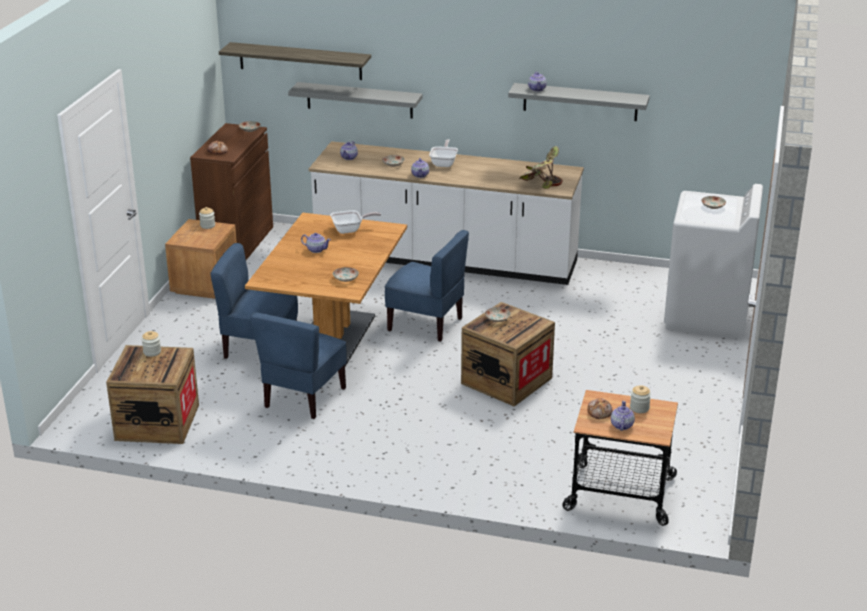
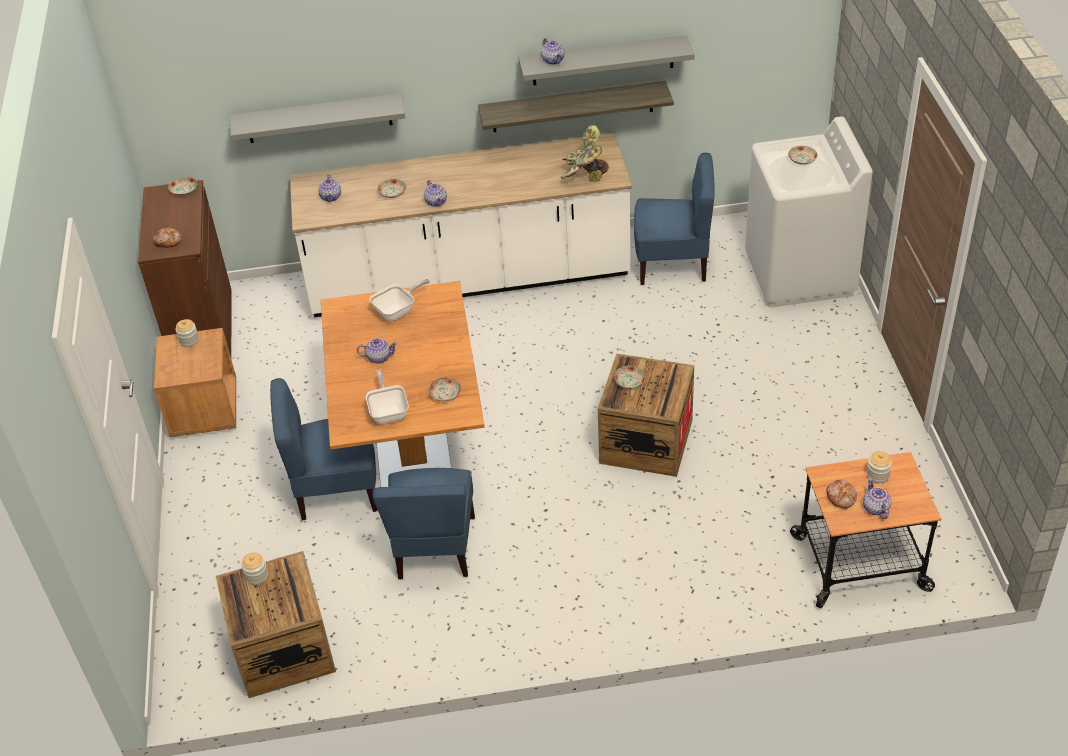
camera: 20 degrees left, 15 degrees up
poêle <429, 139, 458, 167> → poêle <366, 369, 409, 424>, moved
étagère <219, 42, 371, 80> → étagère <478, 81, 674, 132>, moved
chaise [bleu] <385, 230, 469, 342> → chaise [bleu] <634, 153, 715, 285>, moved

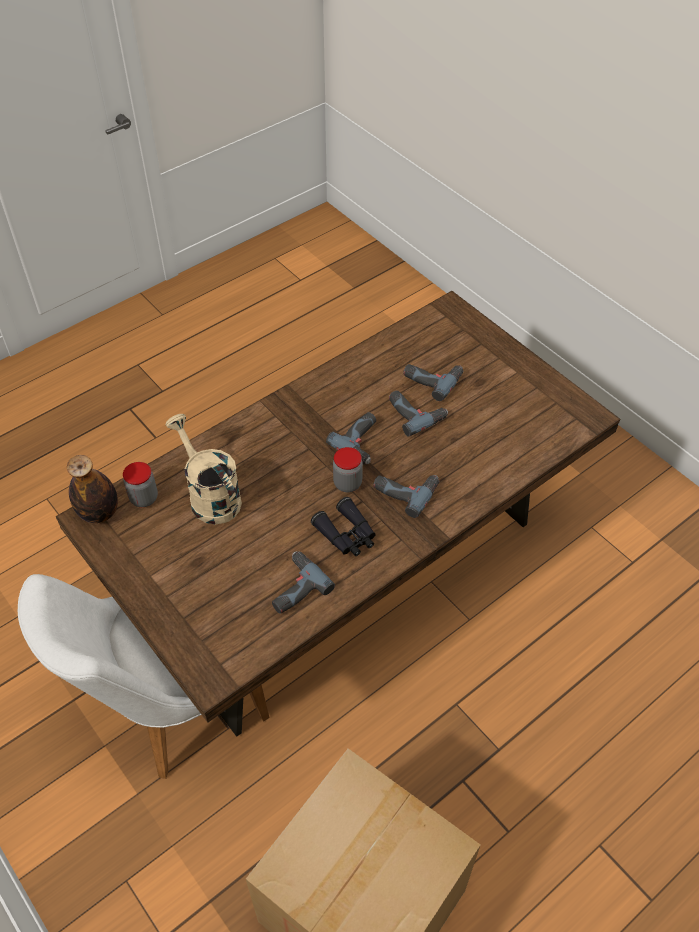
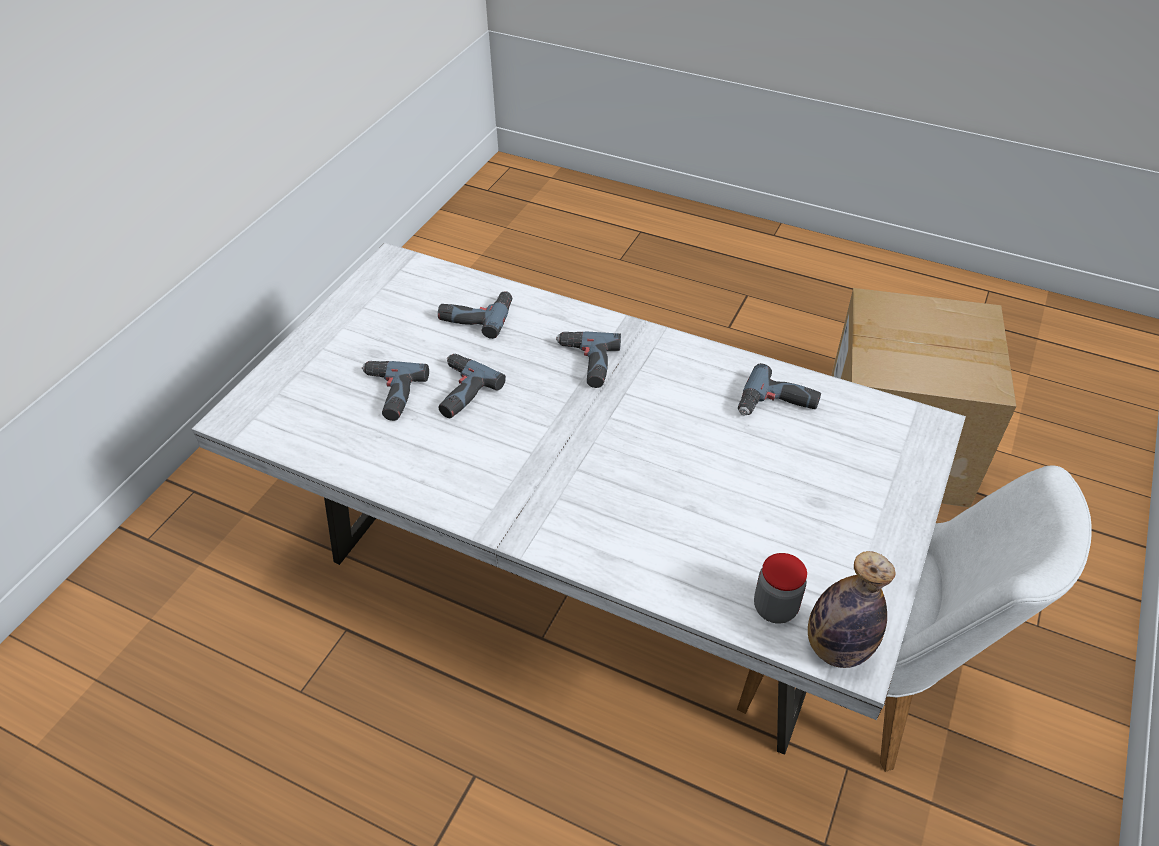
camera: 115 degrees left, 5 degrees down
table à manger [marron] <56, 291, 620, 737> → table à manger [blanc] <192, 243, 966, 755>
perceuse <326, 412, 376, 465> → perceuse <438, 291, 512, 339>, moved
arrosoir [beige] <166, 414, 242, 524> → -
jumelles [noir] <311, 497, 376, 556> → -
bocal <333, 447, 363, 492> → -

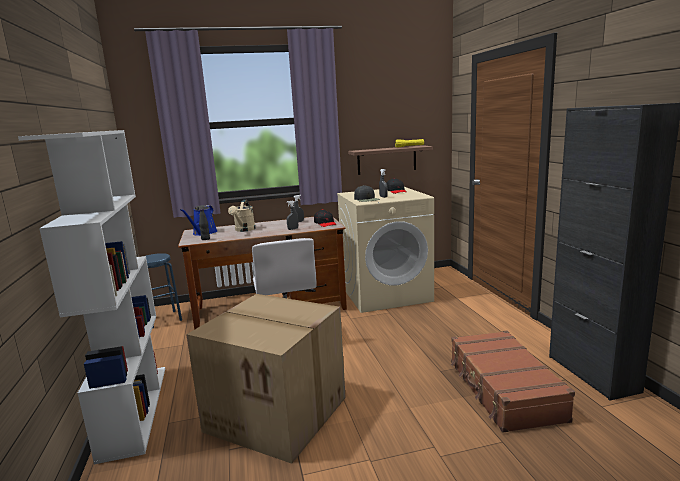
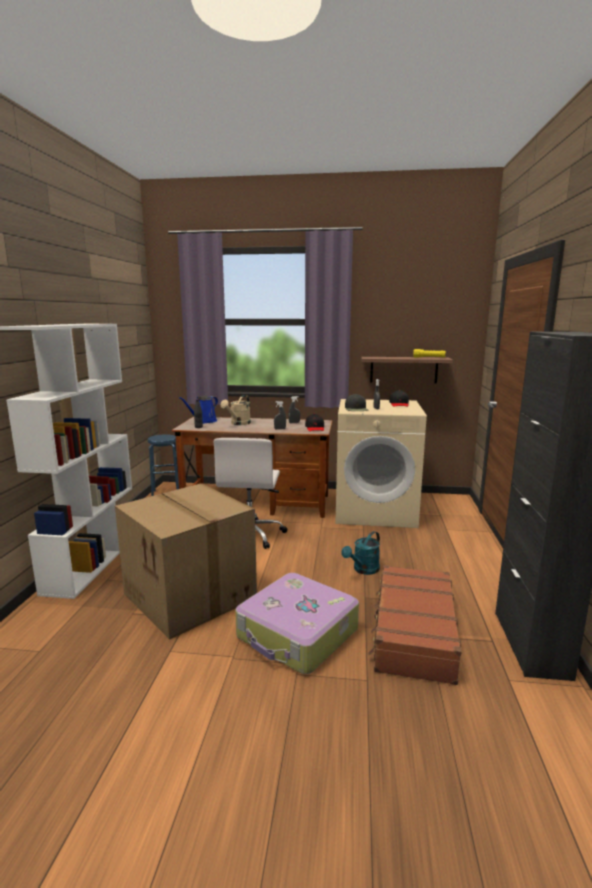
camera: 20 degrees right, 0 degrees up
- → valise <235, 573, 359, 674>
- → arrosoir [turquoise] <341, 531, 380, 575>

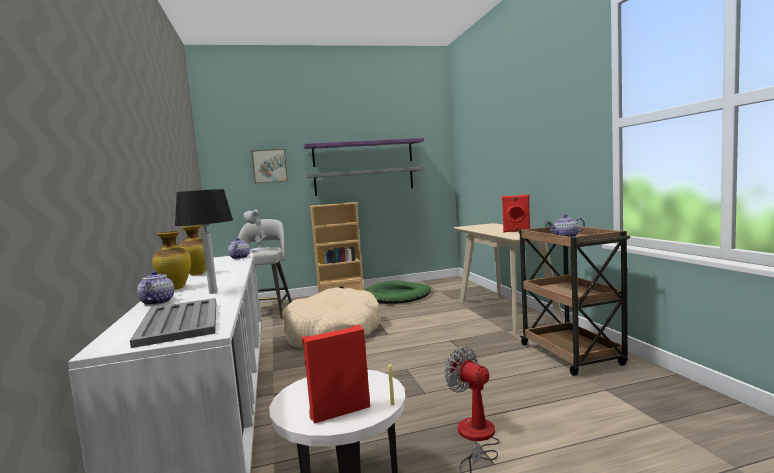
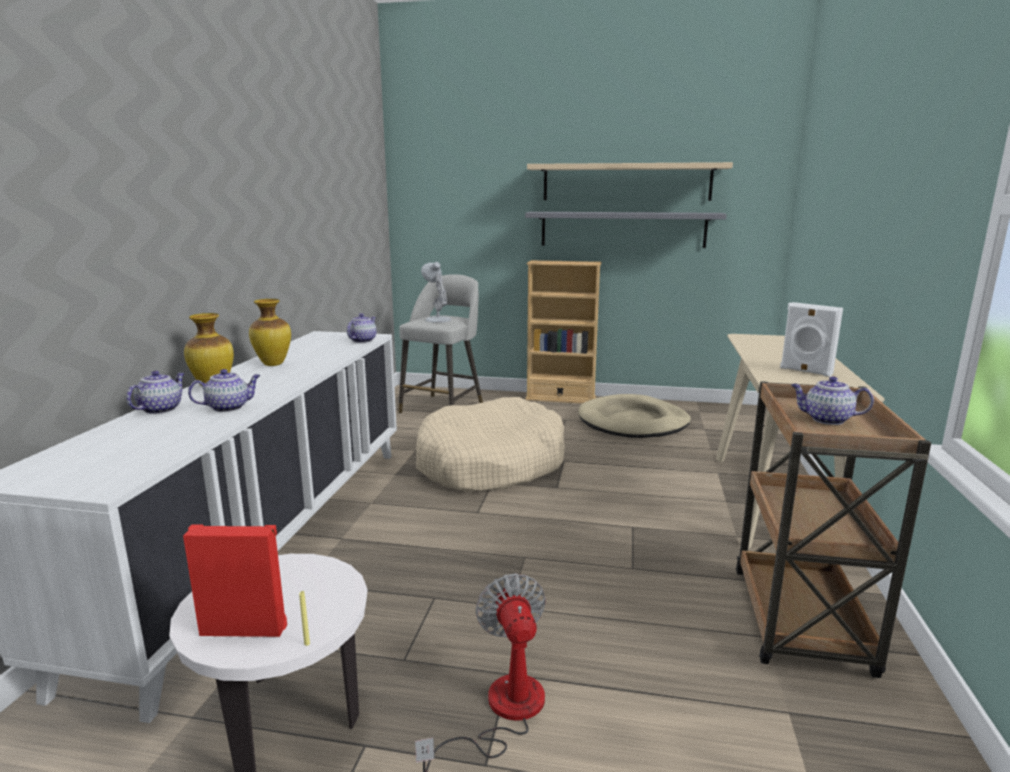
camera: 25 degrees right, 10 degrees up
lampe de table <175, 189, 233, 294> → théière <188, 369, 260, 412>
étagère [violet] <303, 138, 424, 167> → étagère [beige] <527, 162, 733, 201>
panier pour chien [vert] <365, 280, 431, 304> → panier pour chien [beige] <578, 394, 691, 438>
enceinte [rouge] <502, 195, 531, 232> → enceinte [blanc] <780, 302, 843, 377>
plateau [gris] <130, 298, 216, 348> → -
tableau <251, 149, 288, 183> → -

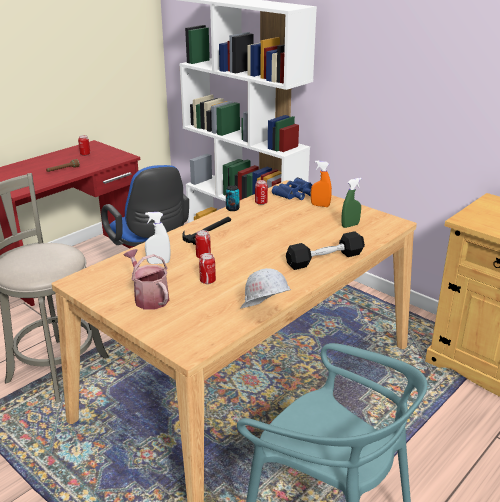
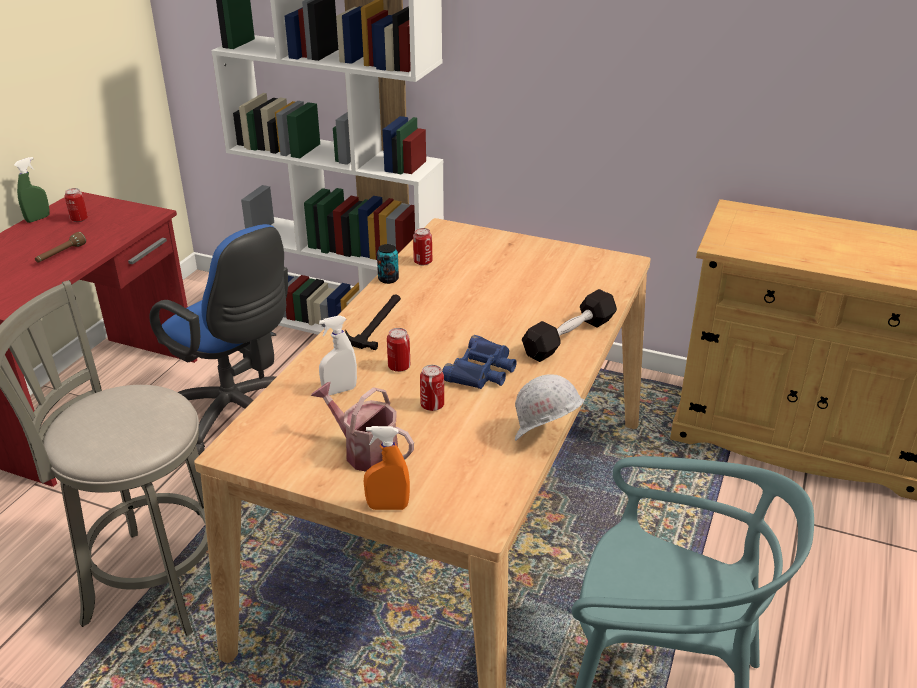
camera: 20 degrees left, 5 degrees up
vaporisateur [vert] <341, 178, 362, 228> → vaporisateur [vert] <14, 157, 50, 223>, moved
vaporisateur [orange] <311, 161, 332, 207> → vaporisateur [orange] <364, 426, 410, 510>, moved
jumelles [bleu] <272, 177, 312, 200> → jumelles [bleu] <442, 335, 517, 389>, moved

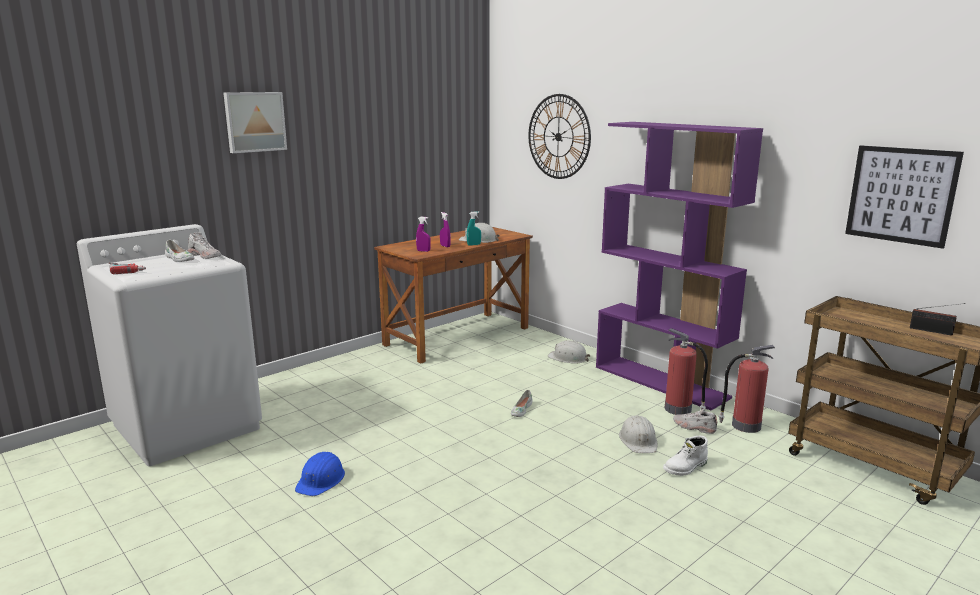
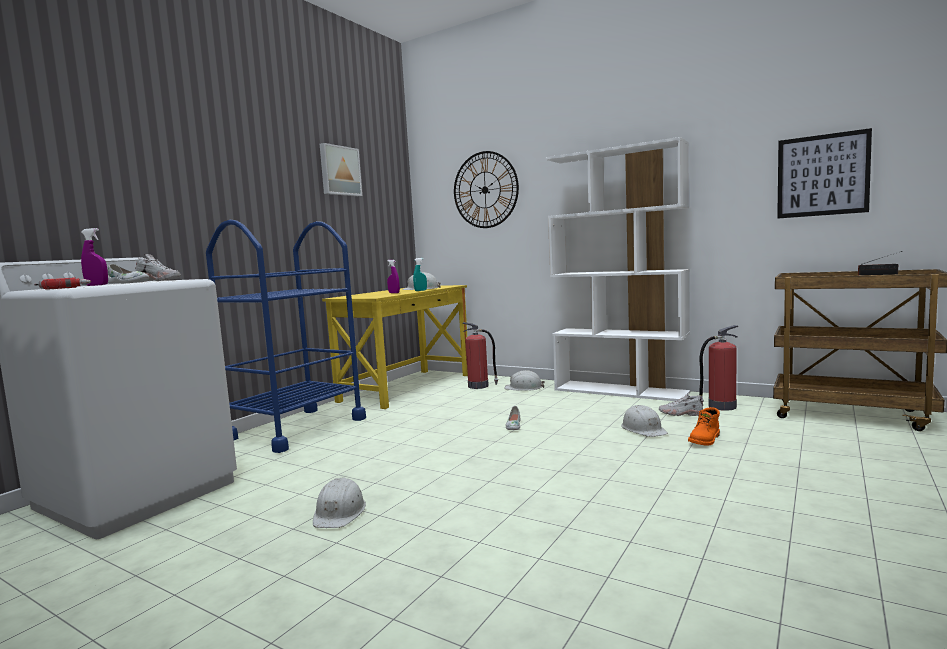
camera: 15 degrees left, 10 degrees down
vaporisateur [violet] <416, 217, 431, 252> → vaporisateur [violet] <81, 228, 108, 286>, moved
- → chariot [bleu] <206, 220, 366, 453>
casque de chantier [bleu] <295, 452, 345, 496> → casque de chantier [blanc] <313, 478, 366, 528>
tableau <223, 92, 287, 153> → tableau <320, 143, 362, 196>, moved
bureau [marron] <374, 227, 533, 363> → bureau [jaune] <322, 285, 468, 409>
extincteur <665, 328, 708, 415> → extincteur <462, 322, 498, 389>, moved
bibliothèque [violet] <596, 122, 763, 410> → bibliothèque [blanc] <546, 137, 690, 401>
botte [blanc] <663, 436, 708, 476> → botte [orange] <688, 407, 720, 446>

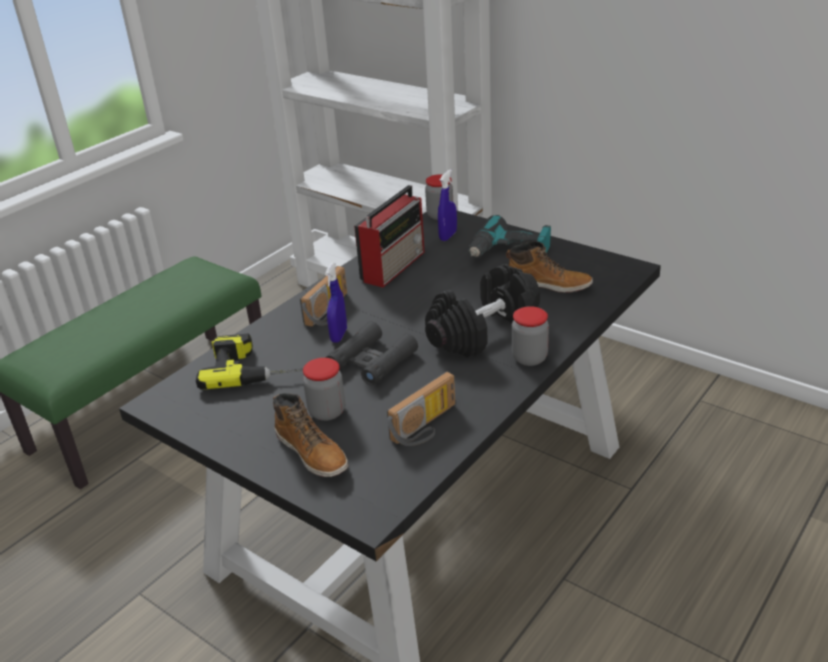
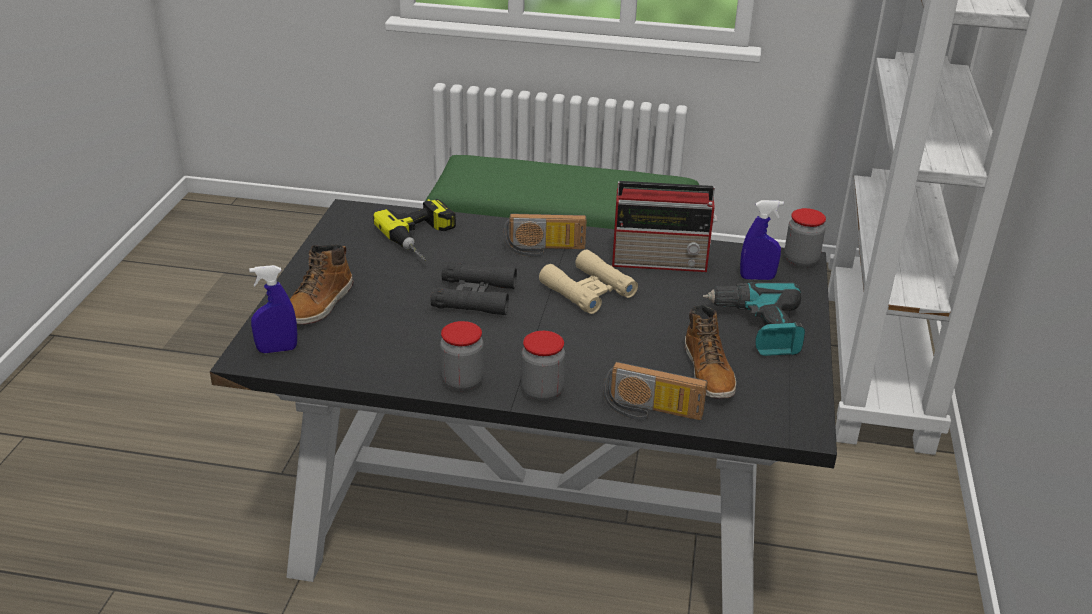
camera: 60 degrees right, 0 degrees up
vaporisateur [bleu] <325, 263, 347, 343> → vaporisateur [bleu] <249, 265, 297, 353>, moved
bocal <303, 358, 345, 421> → bocal <440, 321, 484, 391>, moved
- → jumelles [beige] <539, 249, 638, 314>
radio <387, 371, 455, 446> → radio <603, 362, 708, 420>, moved
haltère [noir] <425, 264, 540, 358> → -

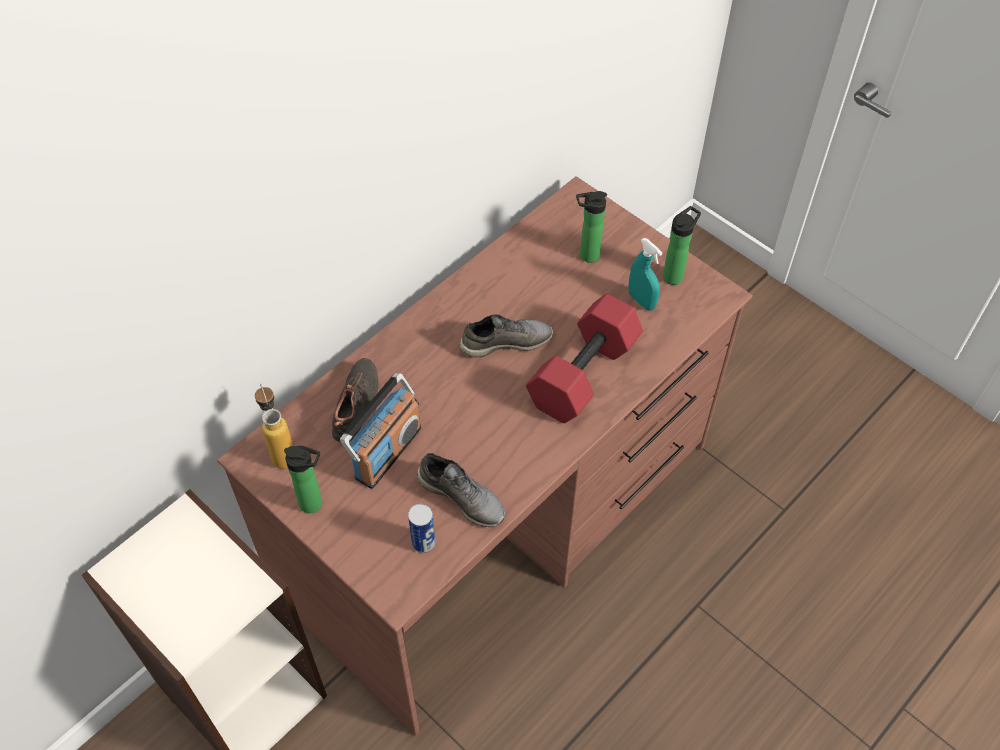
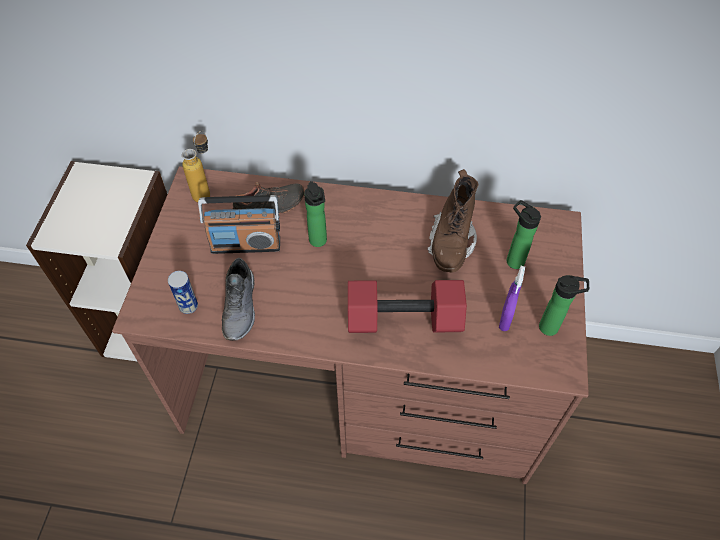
camera: 55 degrees right, 0 degrees up
bouteille <284, 445, 322, 514> → bouteille <304, 181, 327, 247>, moved
- → botte [marron] <427, 169, 479, 273>
vaporisateur [turquoise] <628, 238, 662, 311> → vaporisateur [violet] <499, 266, 525, 331>
chaussure [gris] <460, 314, 553, 358> → -

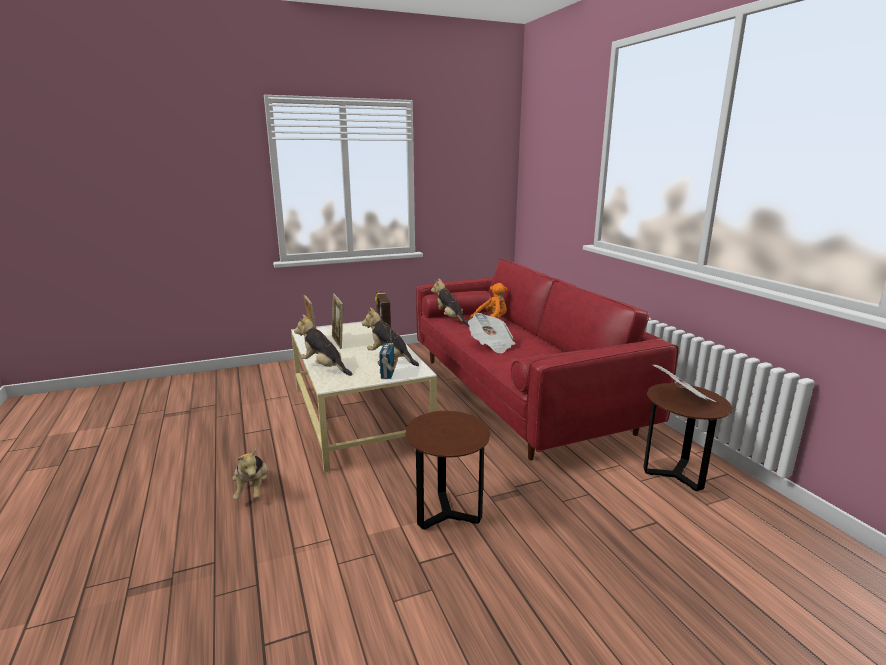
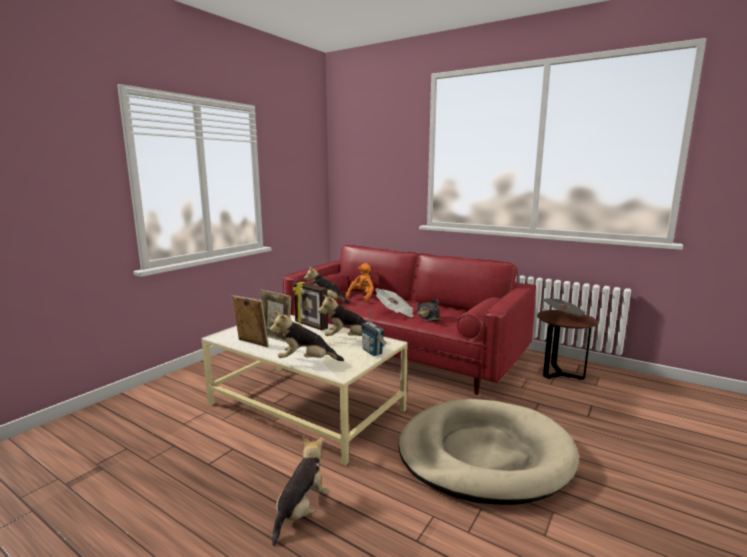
camera: 35 degrees left, 5 degrees down
peluche <232, 449, 268, 499> → peluche <272, 437, 330, 546>, 105 degrees counterclockwise
table d'appoint [marron] <406, 411, 490, 530> → panier pour chien [beige] <399, 399, 579, 505>
- → chapeau [noir] <417, 299, 441, 321>

